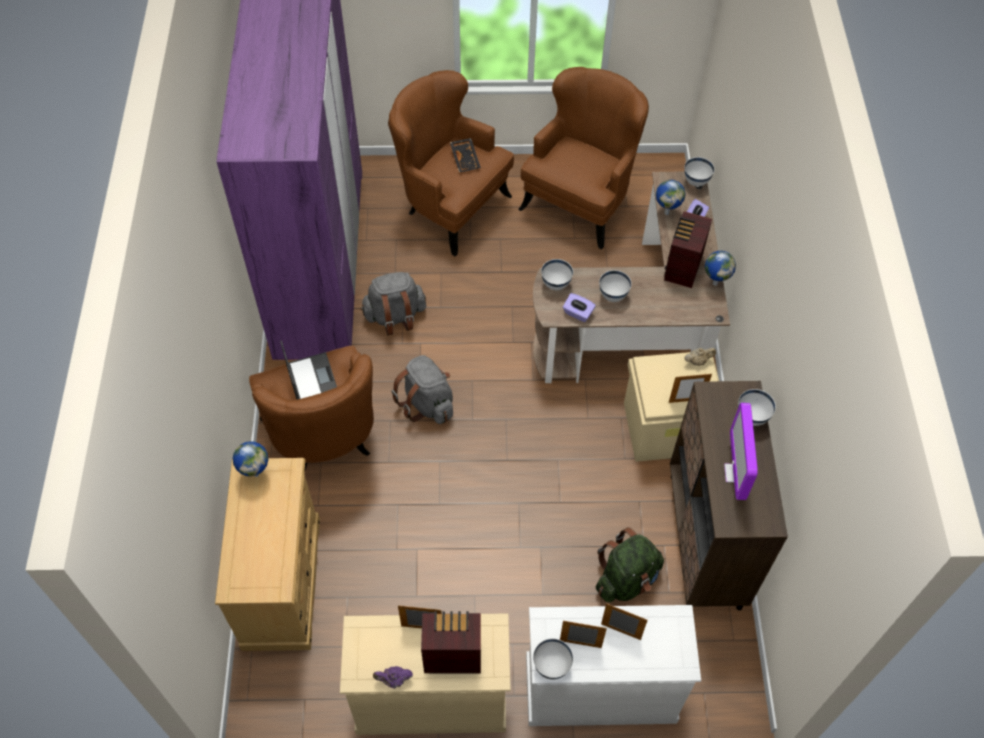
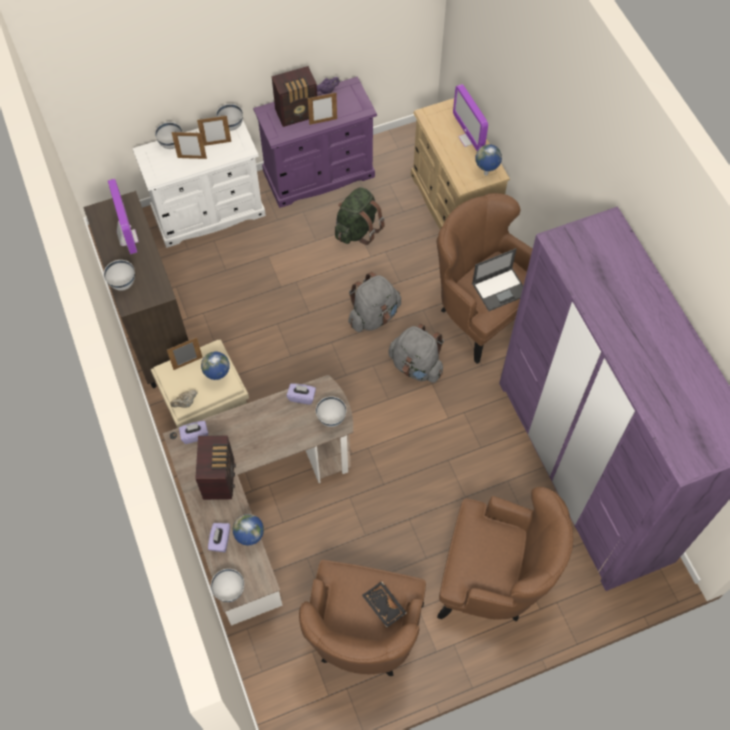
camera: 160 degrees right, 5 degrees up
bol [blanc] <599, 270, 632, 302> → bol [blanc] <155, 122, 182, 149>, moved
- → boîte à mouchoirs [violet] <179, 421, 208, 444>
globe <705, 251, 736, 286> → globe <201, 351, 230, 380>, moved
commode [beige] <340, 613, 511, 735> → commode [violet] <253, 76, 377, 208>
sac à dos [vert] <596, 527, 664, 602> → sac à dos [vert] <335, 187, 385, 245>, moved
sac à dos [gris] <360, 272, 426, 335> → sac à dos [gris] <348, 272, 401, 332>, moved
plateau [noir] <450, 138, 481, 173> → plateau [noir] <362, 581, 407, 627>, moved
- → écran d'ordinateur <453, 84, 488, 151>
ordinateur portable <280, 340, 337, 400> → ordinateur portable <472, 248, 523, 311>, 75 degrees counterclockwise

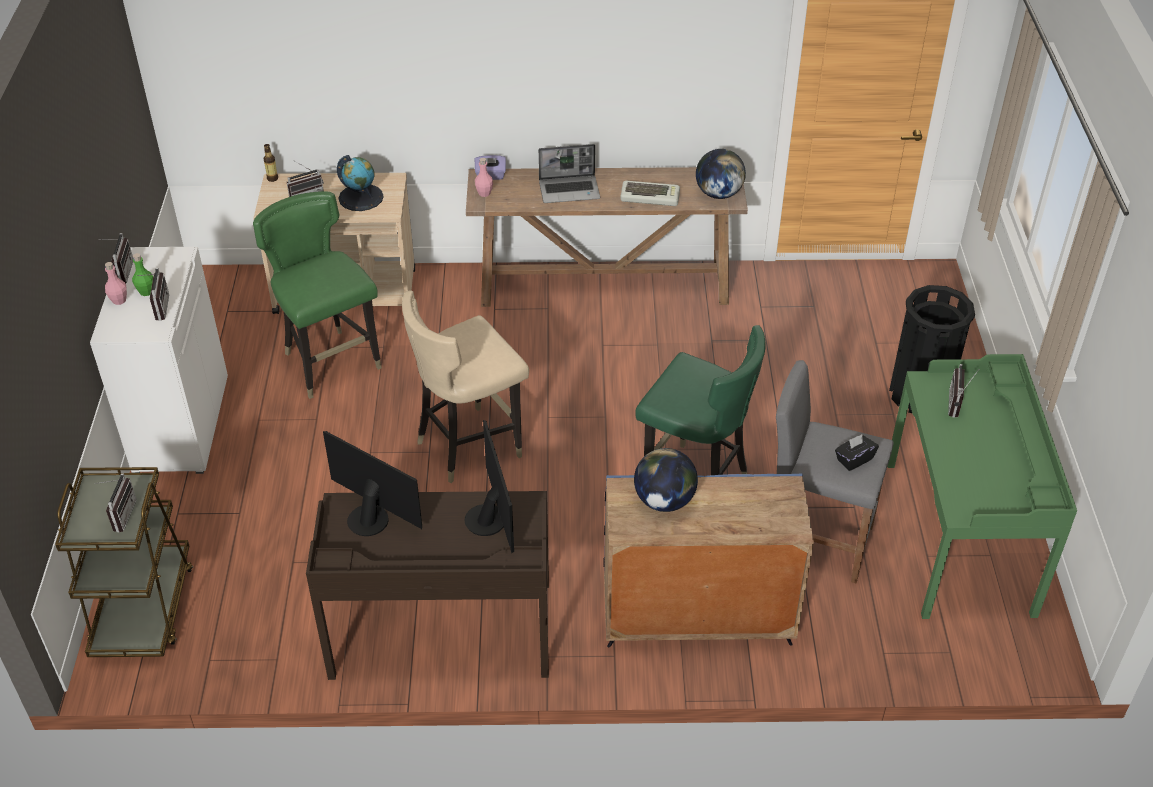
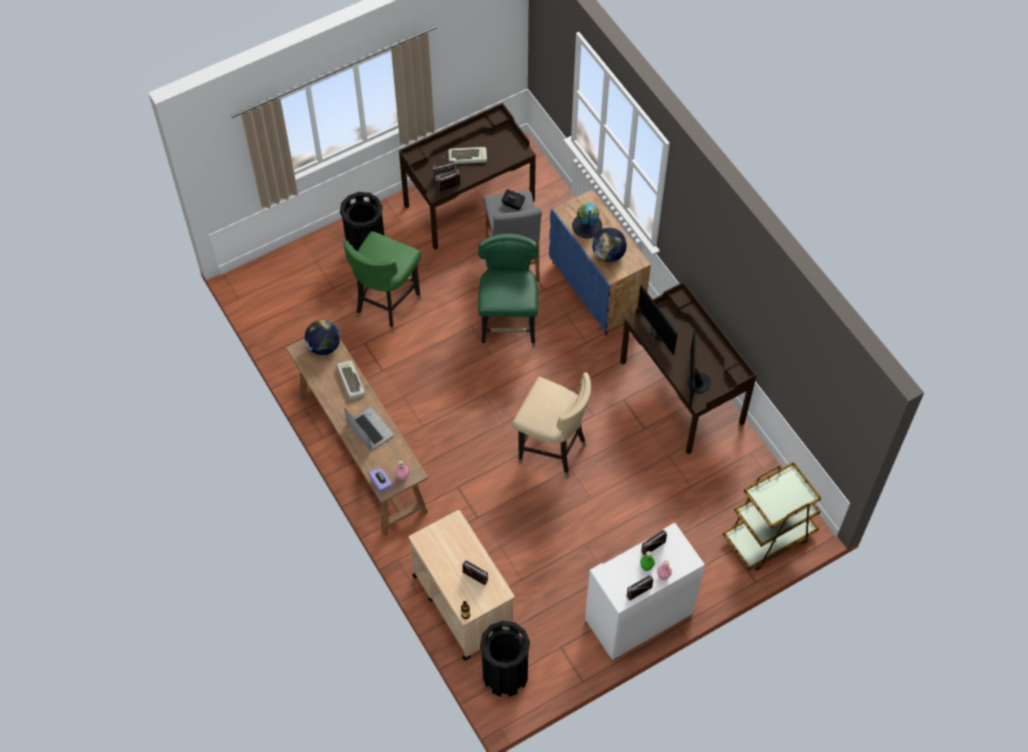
camera: 120 degrees left, 15 degrees up
chaise [vert] <253, 191, 382, 399> → chaise [vert] <343, 231, 421, 333>, moved
bureau [vert] <887, 354, 1077, 619> → bureau [marron] <399, 103, 536, 249>
radio <95, 473, 137, 532> → radio <437, 170, 461, 192>, moved
- → clavier <448, 147, 487, 164>
- → poubelle [noir] <480, 621, 530, 697>
globe <337, 155, 384, 211> → globe <572, 203, 602, 238>, moved
écran d'ordinateur <465, 420, 514, 553> → écran d'ordinateur <638, 284, 678, 355>, 75 degrees counterclockwise

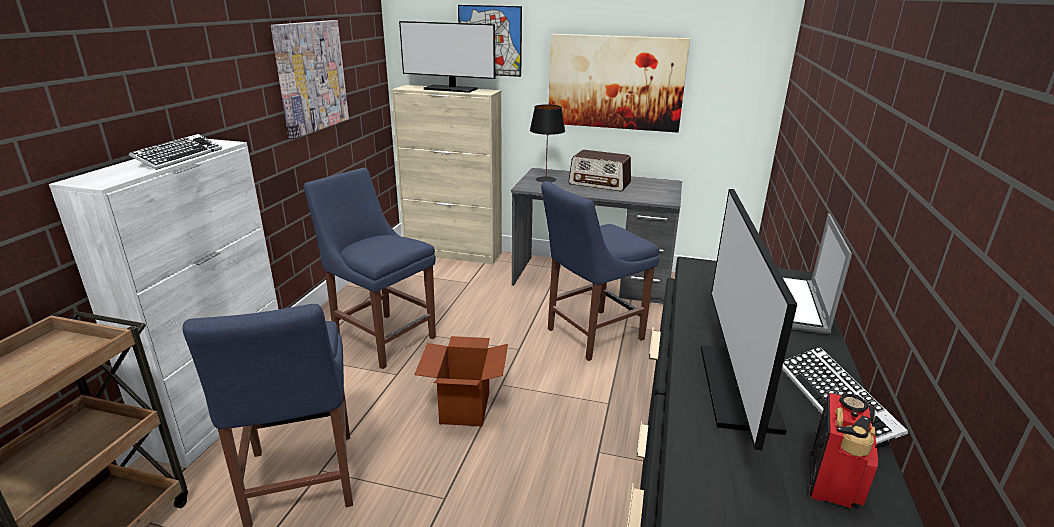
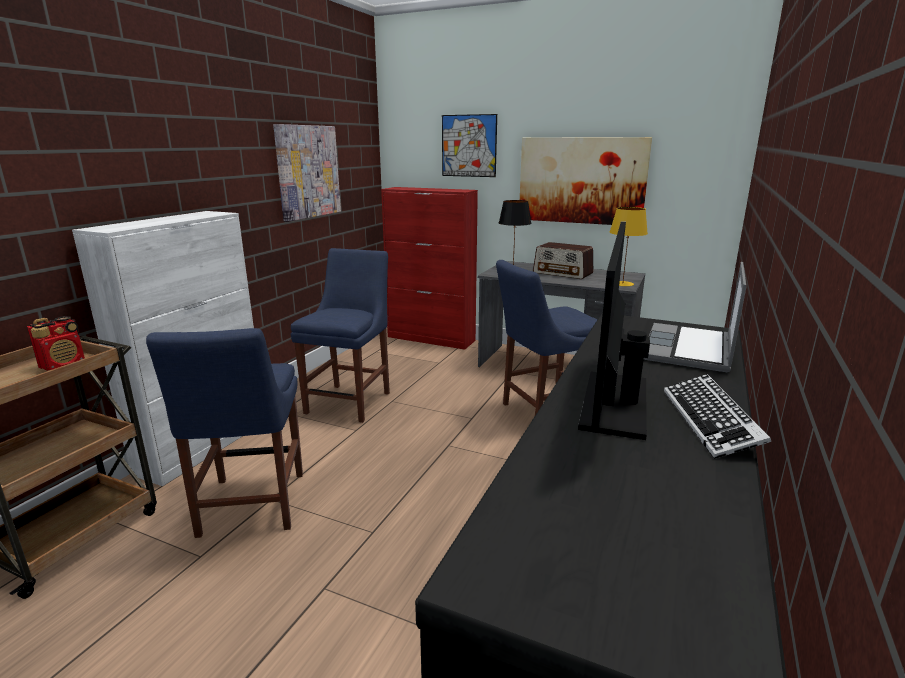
camera: 10 degrees right, 5 degrees down
radio <810, 393, 878, 508> → radio <27, 316, 85, 371>, moved
chaise [bleu] <304, 168, 436, 369> → chaise [bleu] <291, 248, 390, 423>, 60 degrees clockwise
meuble de rangement [beige] <391, 85, 502, 264> → meuble de rangement [rouge] <381, 187, 478, 350>
- → lampe de table [jaune] <610, 207, 648, 286>
clavier <129, 134, 222, 170> → -
écran d'ordinateur <399, 21, 495, 93> → -
carton <414, 336, 508, 427> → -

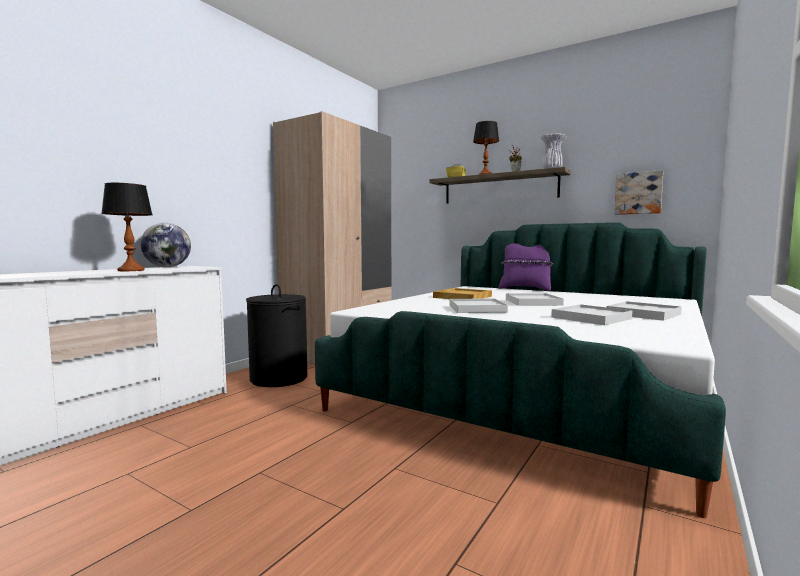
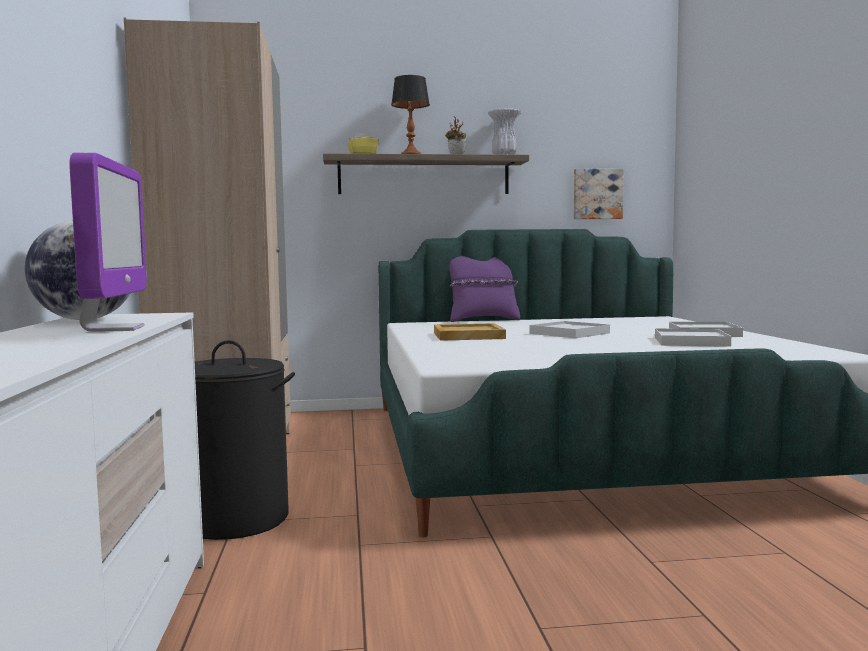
camera: 40 degrees left, 0 degrees up
lampe de table <101, 183, 153, 271> → écran d'ordinateur <69, 153, 147, 332>
plateau [blanc] <450, 299, 508, 313> → -

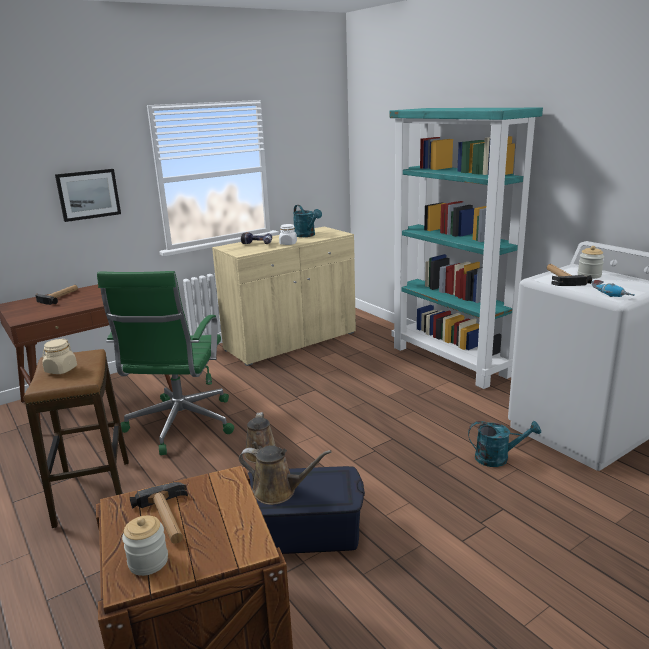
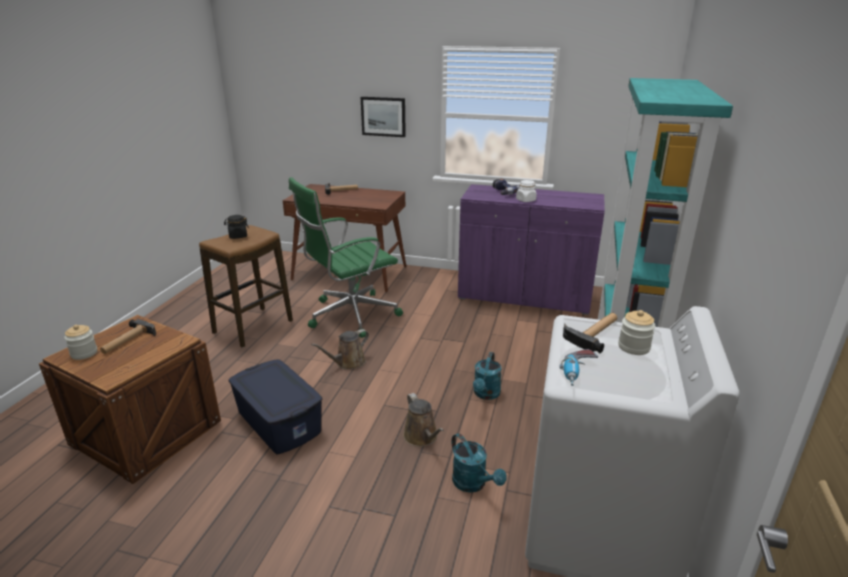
camera: 50 degrees right, 5 degrees up
bocal [beige] <42, 339, 77, 374> → bocal [noir] <224, 215, 249, 239>
arrosoir [marron] <239, 446, 332, 505> → arrosoir [marron] <403, 393, 444, 447>, moved
meuble de rangement [beige] <212, 227, 356, 366> → meuble de rangement [violet] <458, 184, 605, 315>
arrosoir [turquoise] <293, 205, 322, 237> → arrosoir [turquoise] <473, 352, 502, 400>, moved

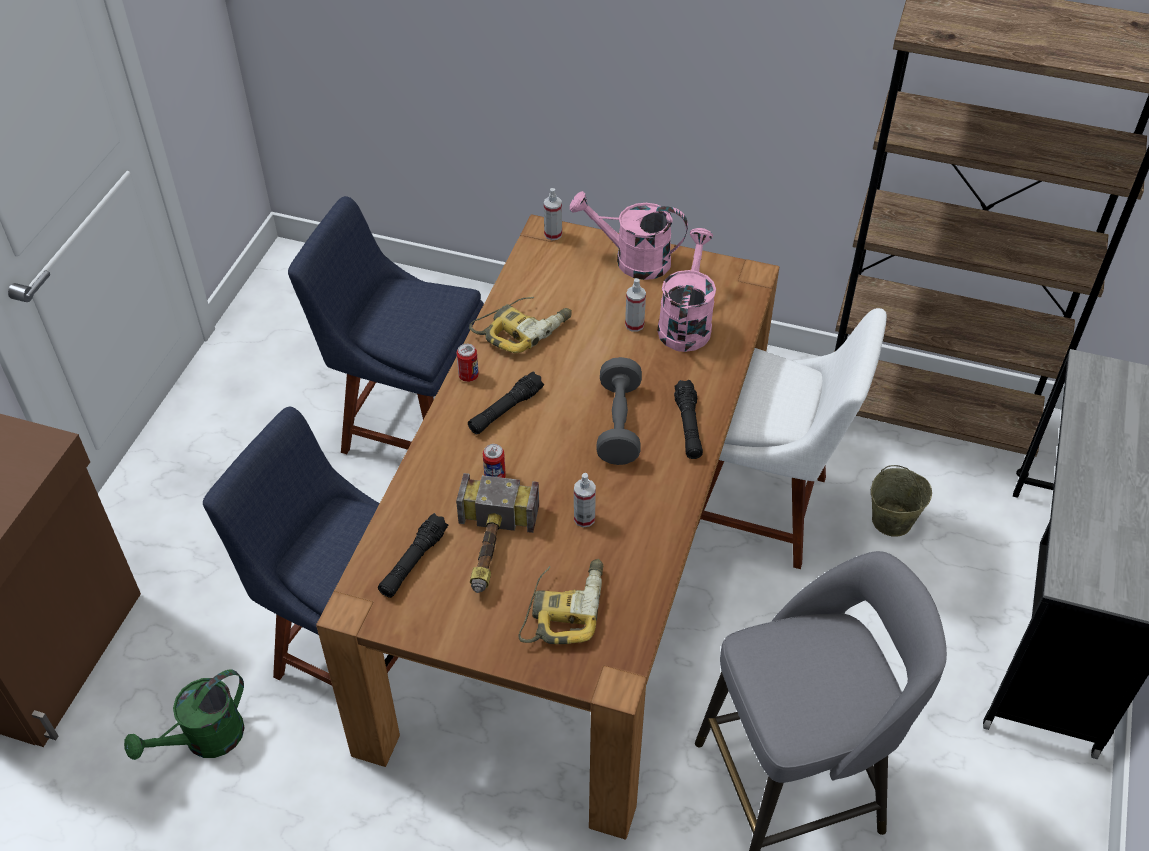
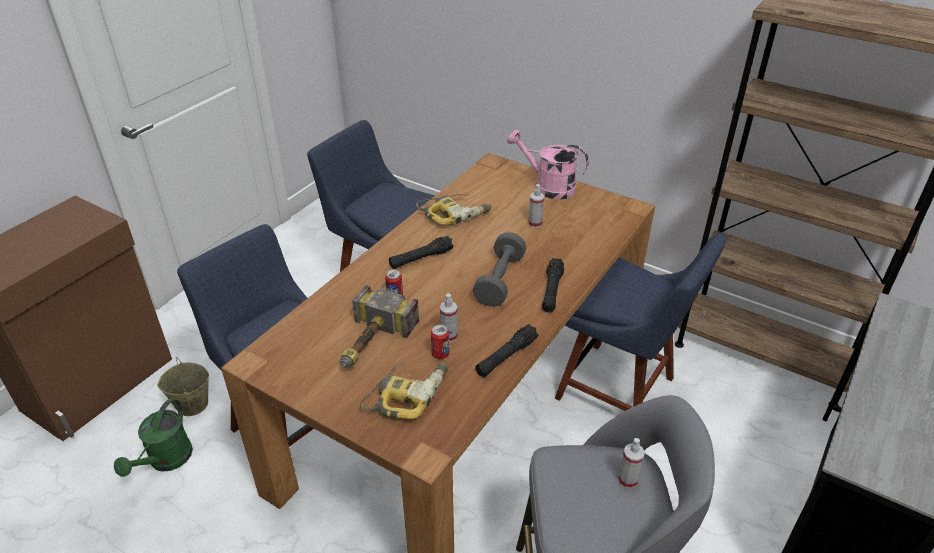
camera: 15 degrees right, 10 degrees down
arrosoir [vert] <124, 669, 245, 760> → arrosoir [vert] <114, 399, 193, 477>, 45 degrees counterclockwise
seau [beige] <871, 465, 932, 537> → seau [beige] <158, 357, 209, 416>, moved
boîte métallique <457, 344, 479, 382> → boîte métallique <431, 325, 449, 359>, moved
lampe de poche [noir] <378, 513, 448, 598> → lampe de poche [noir] <475, 324, 539, 377>, moved
chaise [blanc] <697, 308, 887, 569> → chaise [bleu] <555, 233, 727, 411>
vaporisateur <544, 188, 562, 240> → vaporisateur <618, 438, 645, 489>, moved
arrosoir [rose] <658, 228, 716, 352> → -

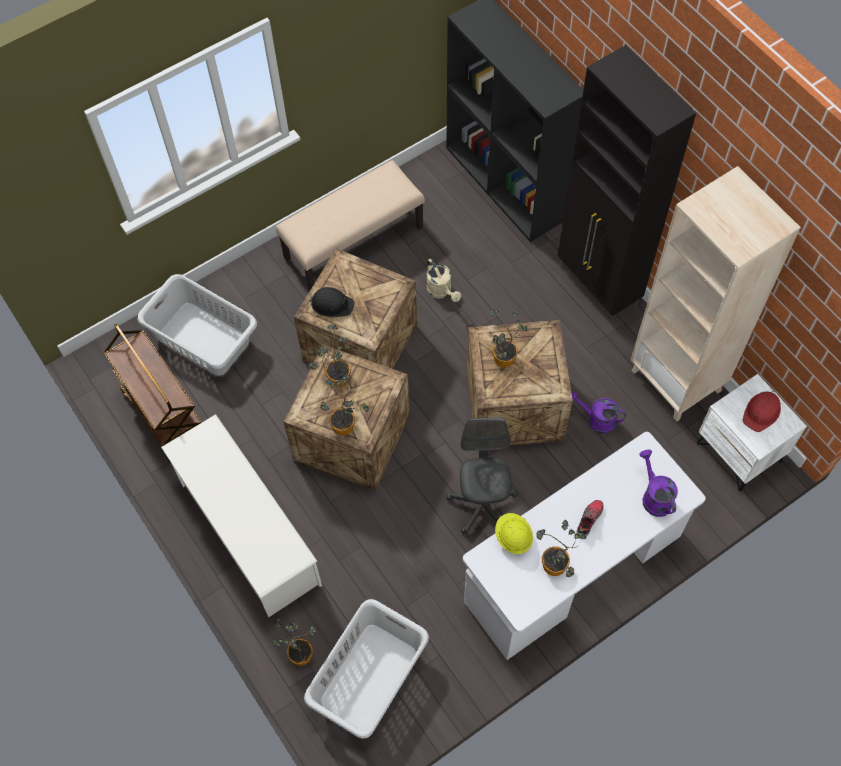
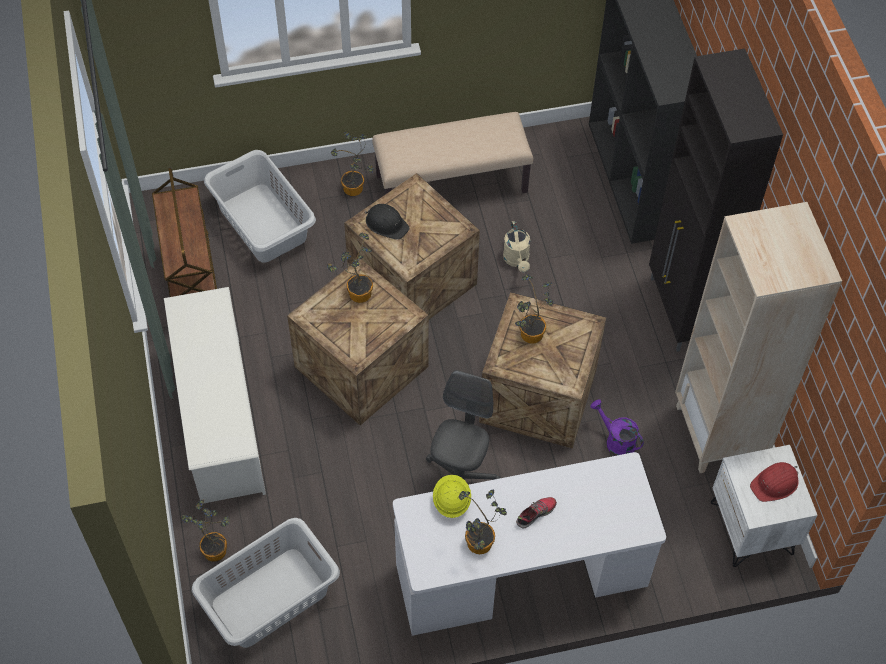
camera: 20 degrees right, 5 degrees down
plante en pot <320, 375, 369, 435> → plante en pot <331, 132, 374, 196>, moved
arrosoir [violet] <639, 450, 678, 517> → -

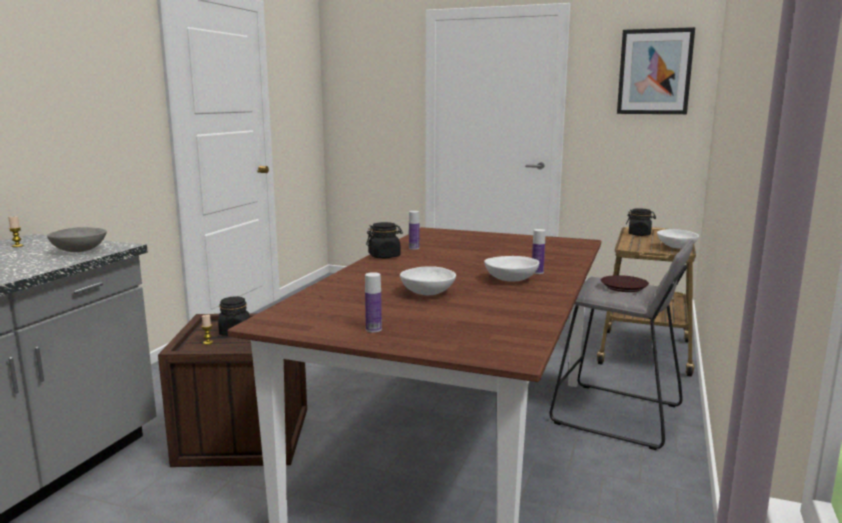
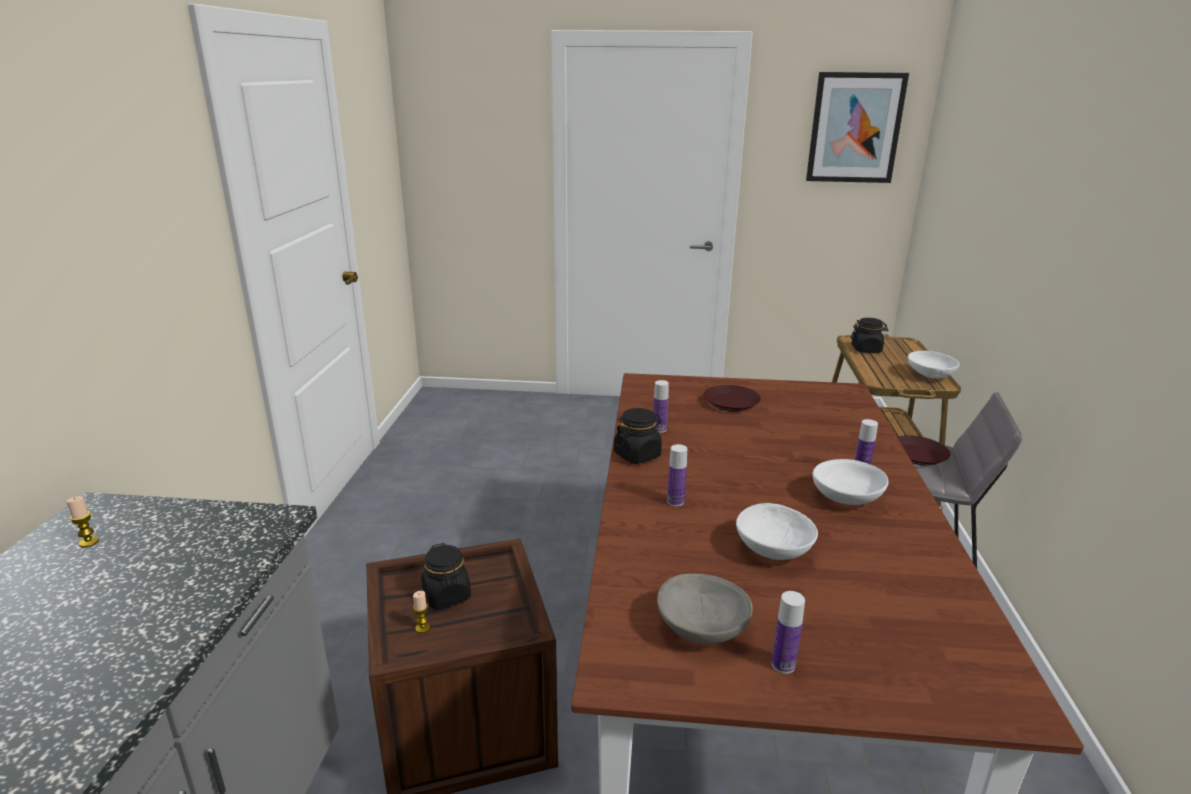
camera: 15 degrees left, 10 degrees up
bol [gris] <47, 227, 107, 252> → bol [gris] <657, 574, 753, 644>, moved
- → bouteille <667, 444, 687, 507>
- → assiette [marron] <704, 385, 761, 412>

